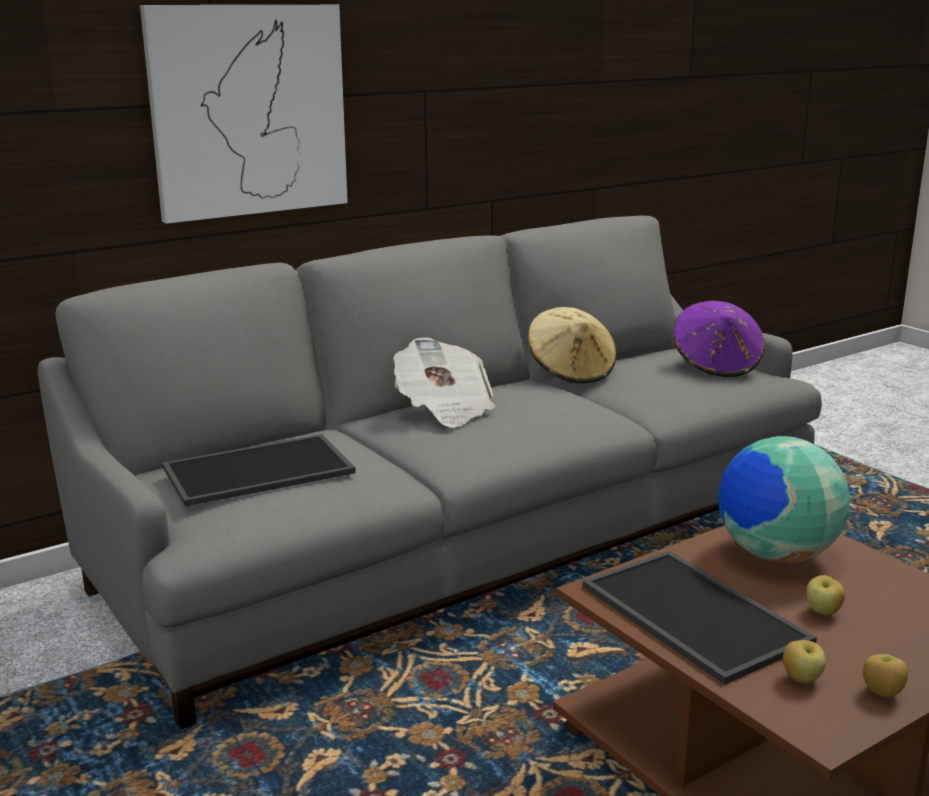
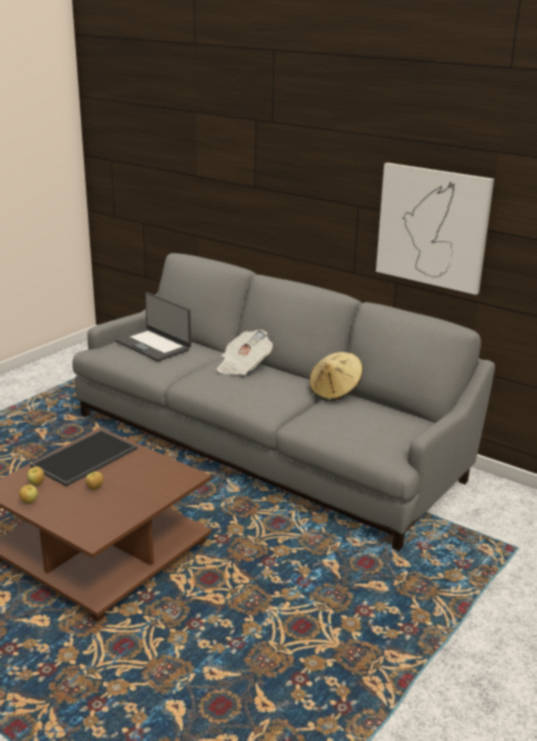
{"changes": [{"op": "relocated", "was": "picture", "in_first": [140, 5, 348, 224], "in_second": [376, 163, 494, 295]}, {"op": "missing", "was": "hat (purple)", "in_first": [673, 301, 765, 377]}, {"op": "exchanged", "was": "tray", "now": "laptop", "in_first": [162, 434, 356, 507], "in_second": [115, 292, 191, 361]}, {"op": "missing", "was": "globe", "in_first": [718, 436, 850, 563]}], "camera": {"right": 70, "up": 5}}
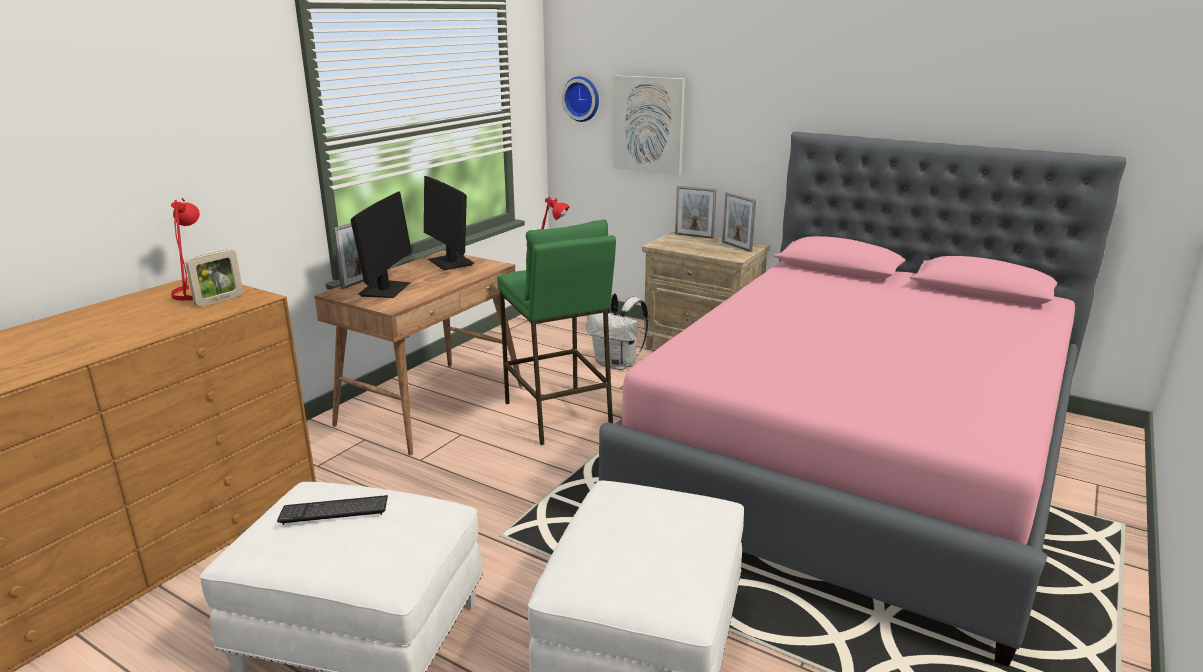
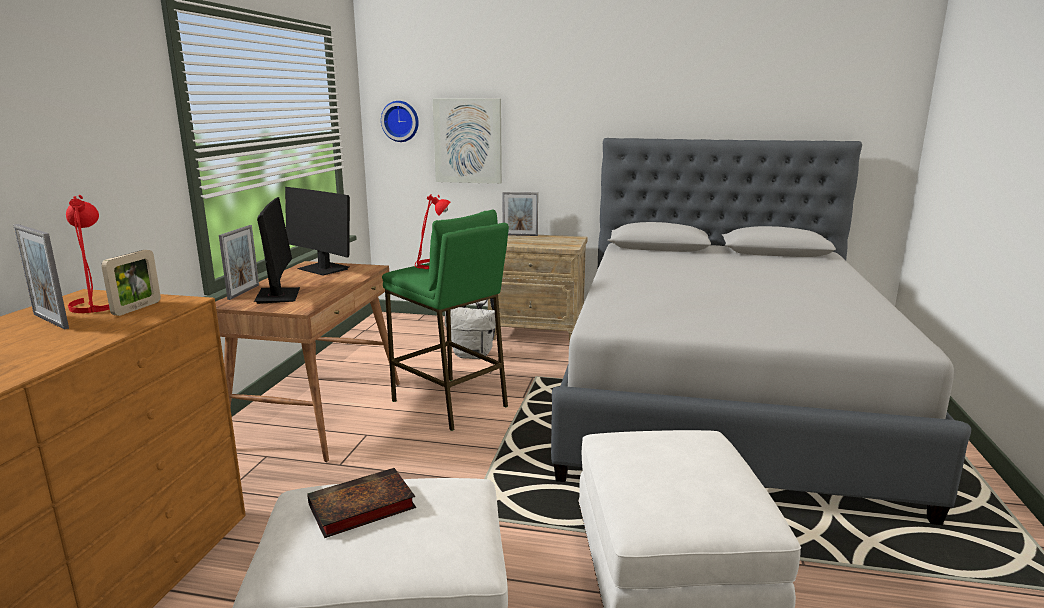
{"changes": [{"op": "colour", "was": "bed (pink)", "now": "bed (grey)", "in_first": [599, 132, 1126, 667], "in_second": [551, 138, 971, 525]}, {"op": "relocated", "was": "picture frame", "in_first": [722, 192, 756, 252], "in_second": [13, 224, 69, 330]}, {"op": "exchanged", "was": "keyboard", "now": "book", "in_first": [277, 495, 388, 525], "in_second": [307, 468, 416, 538]}], "camera": {"right": -20, "up": -5}}
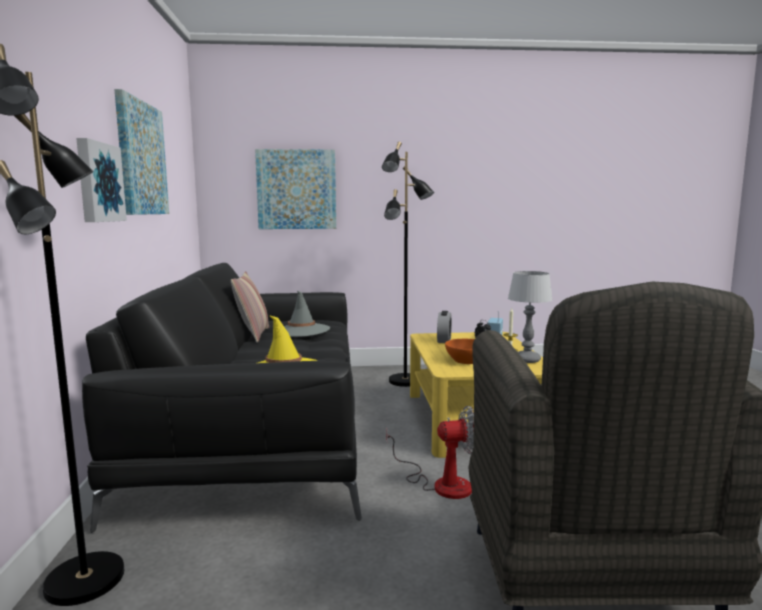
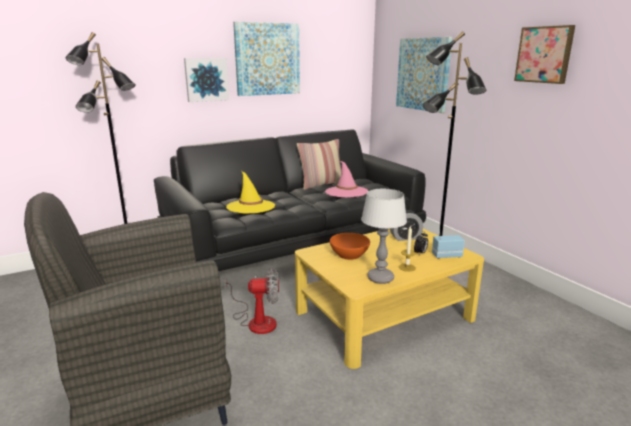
{"changes": [{"op": "colour", "was": "hat (grey)", "now": "hat (pink)", "in_first": [284, 291, 330, 337], "in_second": [325, 161, 368, 197]}, {"op": "spun", "was": "fan", "in_first": [386, 406, 474, 499], "in_second": [225, 268, 279, 334], "clockwise": -60}, {"op": "appeared", "now": "picture", "in_second": [514, 25, 575, 84]}], "camera": {"right": 65, "up": 10}}
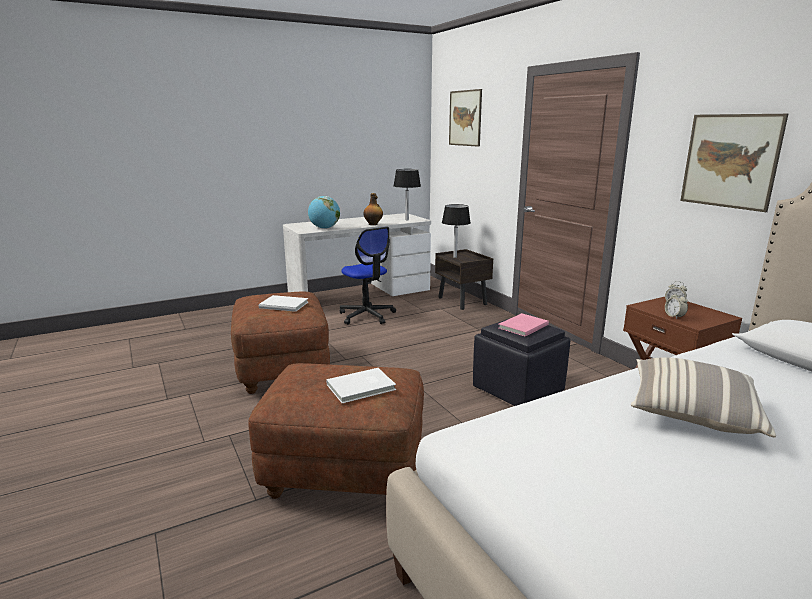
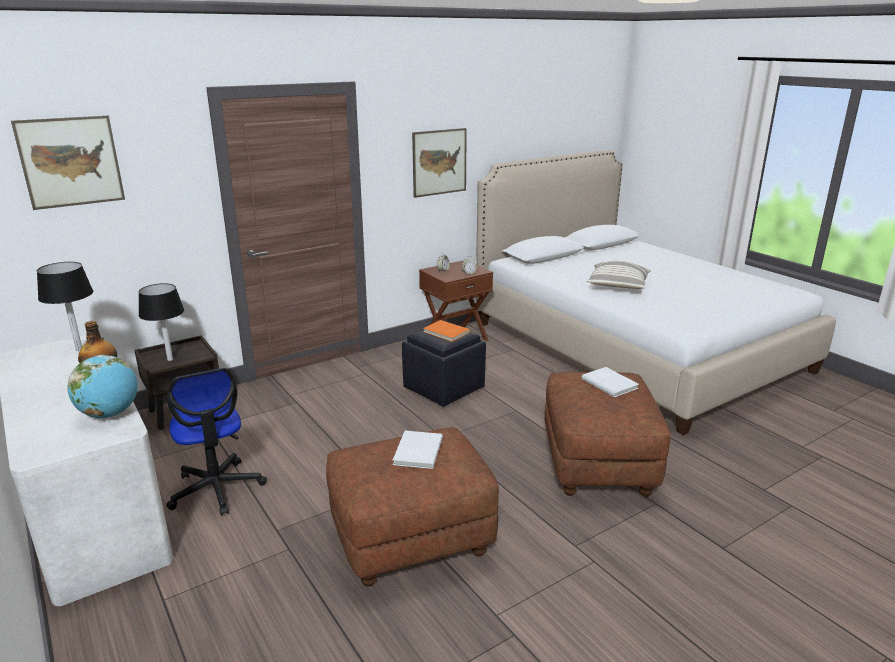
{"changes": [{"op": "spun", "was": "office chair", "in_first": [340, 227, 396, 324], "in_second": [166, 368, 267, 516], "clockwise": 105}, {"op": "colour", "was": "book (pink)", "now": "book (orange)", "in_first": [499, 313, 549, 337], "in_second": [423, 320, 470, 342]}], "camera": {"right": -95, "up": 5}}
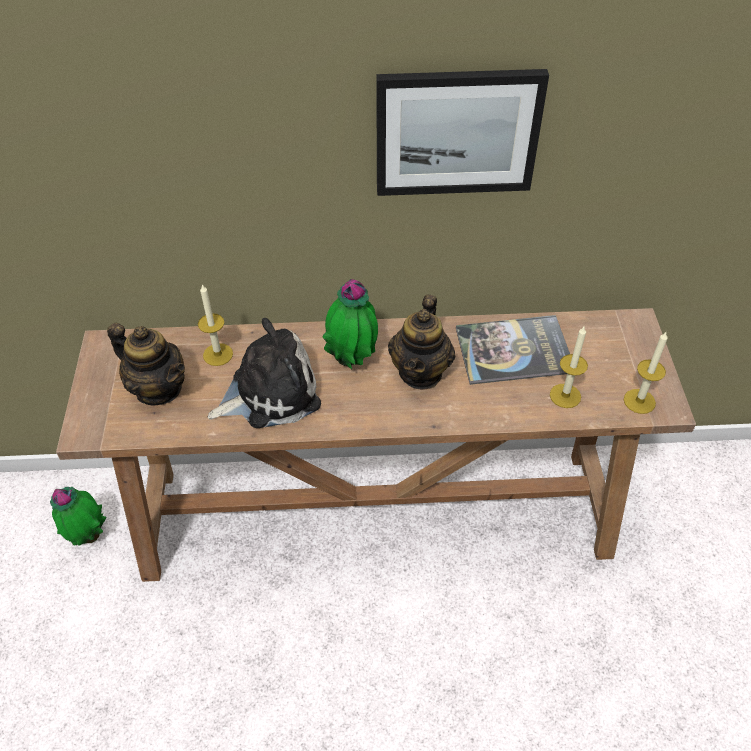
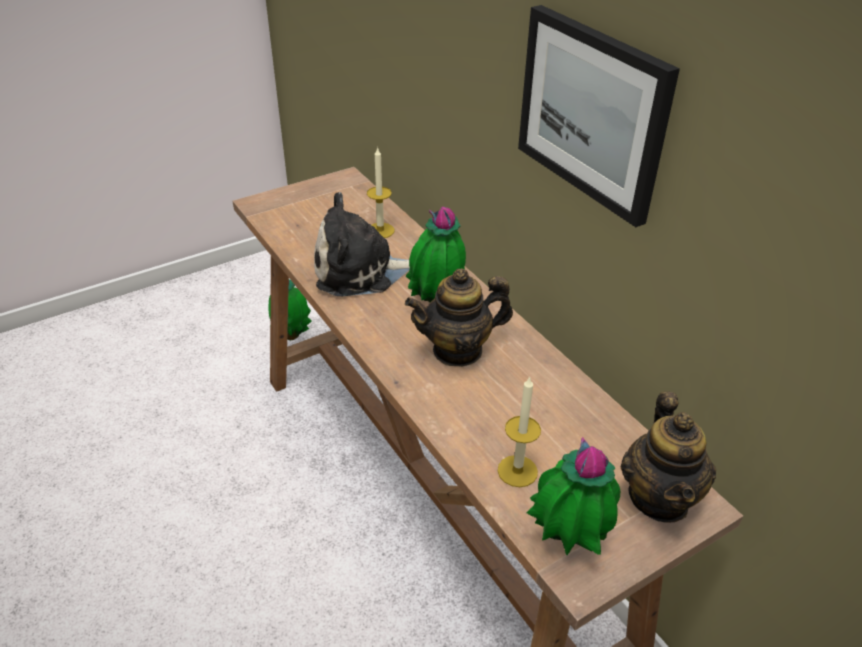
{"changes": [{"op": "missing", "was": "book", "in_first": [456, 315, 570, 385]}, {"op": "spun", "was": "plush toy", "in_first": [207, 318, 321, 428], "in_second": [314, 192, 410, 296], "clockwise": 135}, {"op": "relocated", "was": "teapot", "in_first": [107, 323, 185, 405], "in_second": [621, 391, 716, 523]}, {"op": "exchanged", "was": "candle", "now": "potted plant", "in_first": [624, 332, 668, 414], "in_second": [527, 437, 620, 555]}], "camera": {"right": 60, "up": -10}}
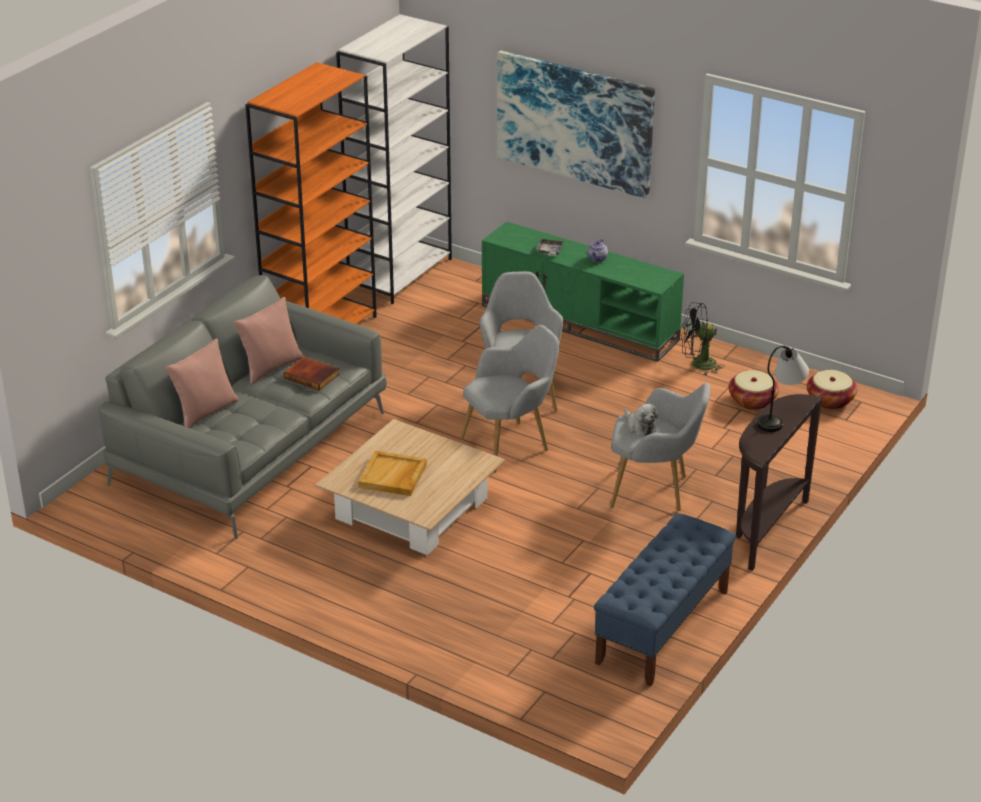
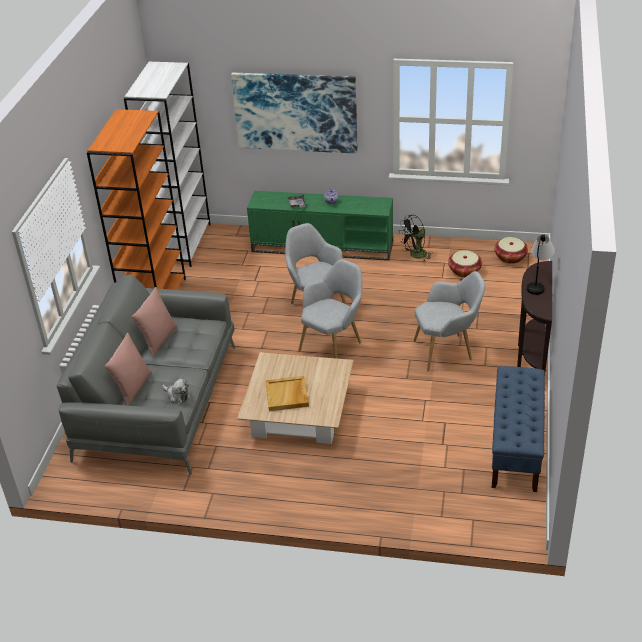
{"changes": [{"op": "missing", "was": "book", "in_first": [284, 357, 340, 391]}, {"op": "relocated", "was": "plush toy", "in_first": [624, 404, 658, 436], "in_second": [162, 379, 191, 403]}], "camera": {"right": -20, "up": 5}}
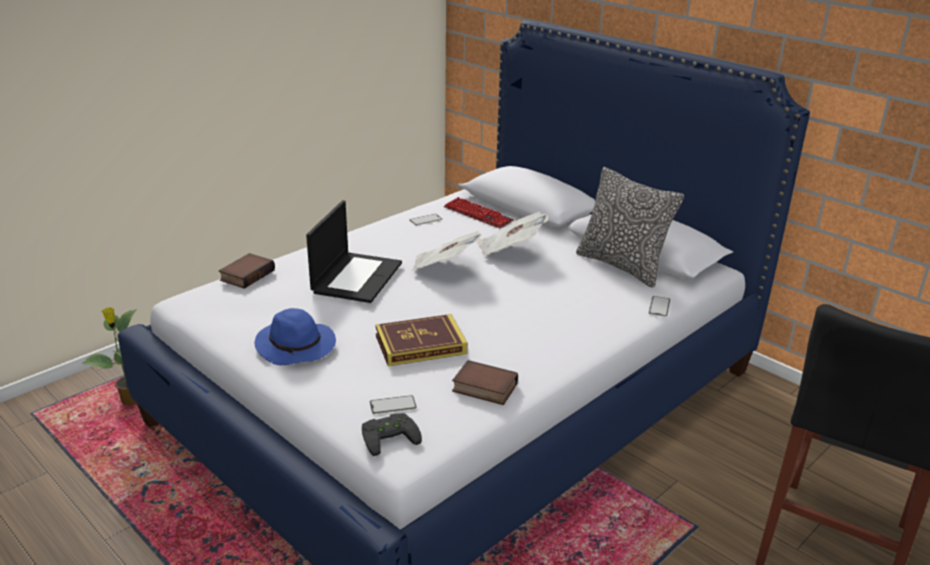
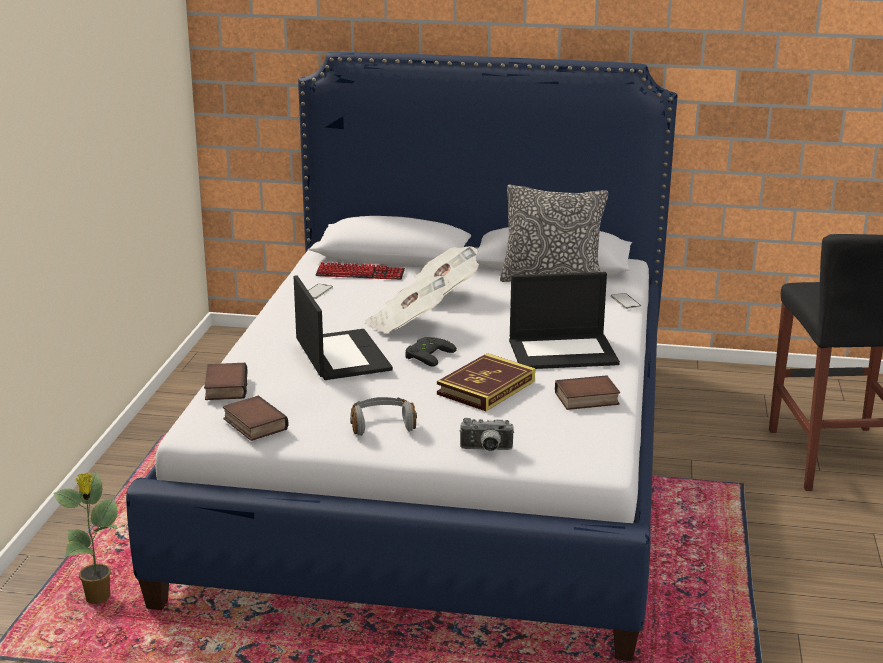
{"changes": [{"op": "exchanged", "was": "hat (blue)", "now": "headphones (grey)", "in_first": [254, 308, 336, 365], "in_second": [350, 397, 417, 436]}, {"op": "missing", "was": "phone", "in_first": [370, 395, 417, 414]}, {"op": "relocated", "was": "game controller (black)", "in_first": [362, 413, 422, 456], "in_second": [405, 337, 457, 367]}, {"op": "appeared", "now": "laptop", "in_second": [509, 272, 620, 369]}, {"op": "appeared", "now": "book", "in_second": [223, 395, 289, 441]}, {"op": "appeared", "now": "photo camera", "in_second": [460, 418, 514, 451]}], "camera": {"right": -35, "up": -5}}
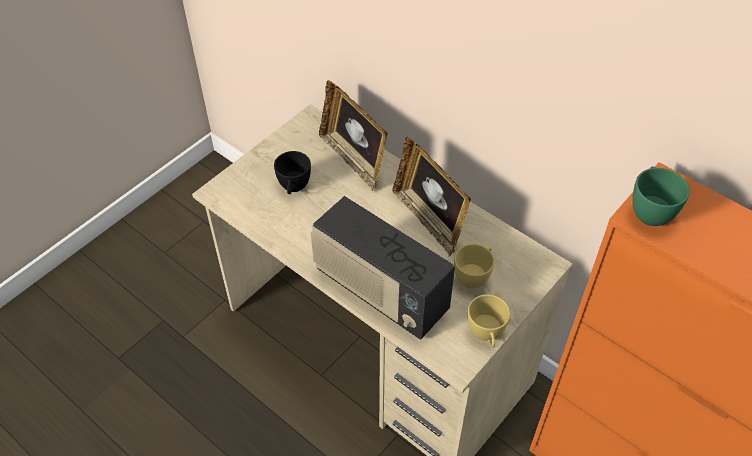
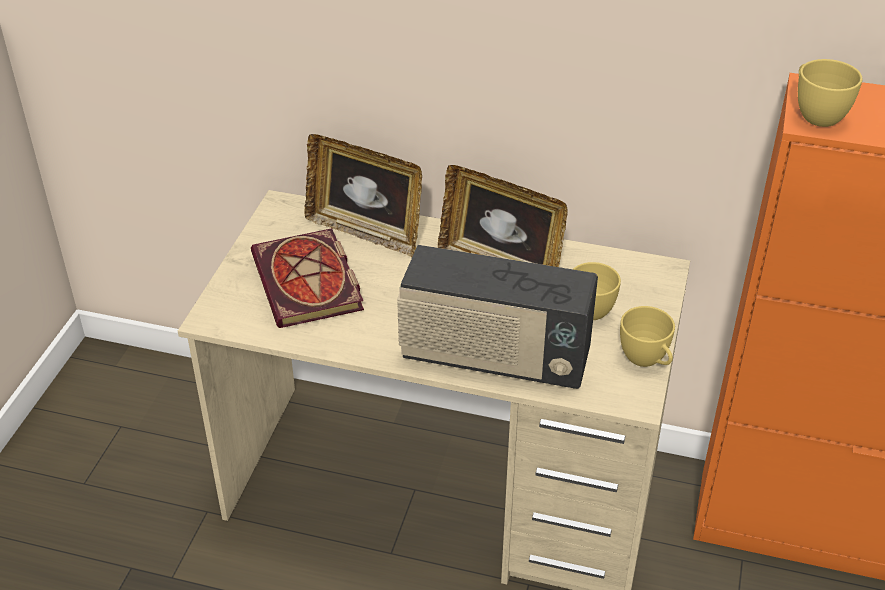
{"changes": [{"op": "exchanged", "was": "cup (black)", "now": "book", "in_first": [274, 151, 311, 194], "in_second": [251, 228, 364, 328]}, {"op": "colour", "was": "cup (green)", "now": "cup (yellow)", "in_first": [632, 166, 690, 226], "in_second": [798, 59, 863, 127]}], "camera": {"right": -25, "up": -10}}
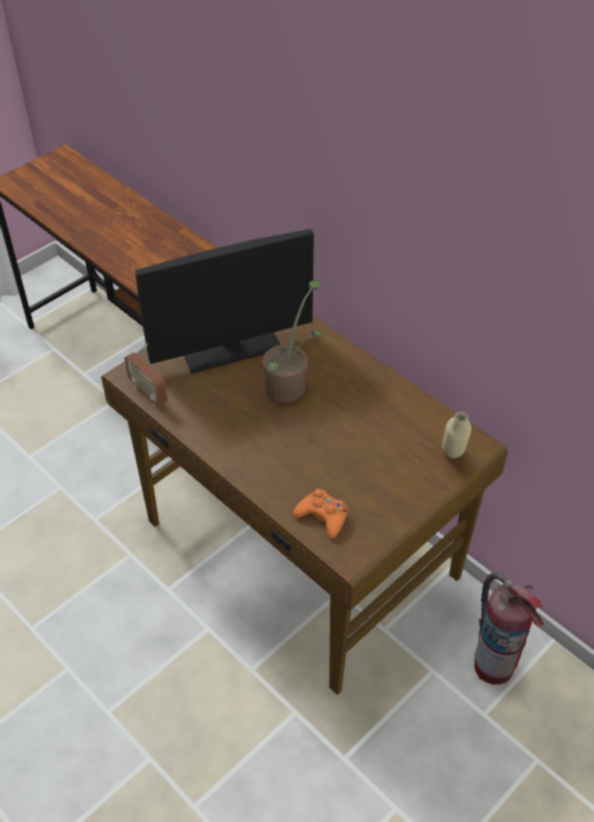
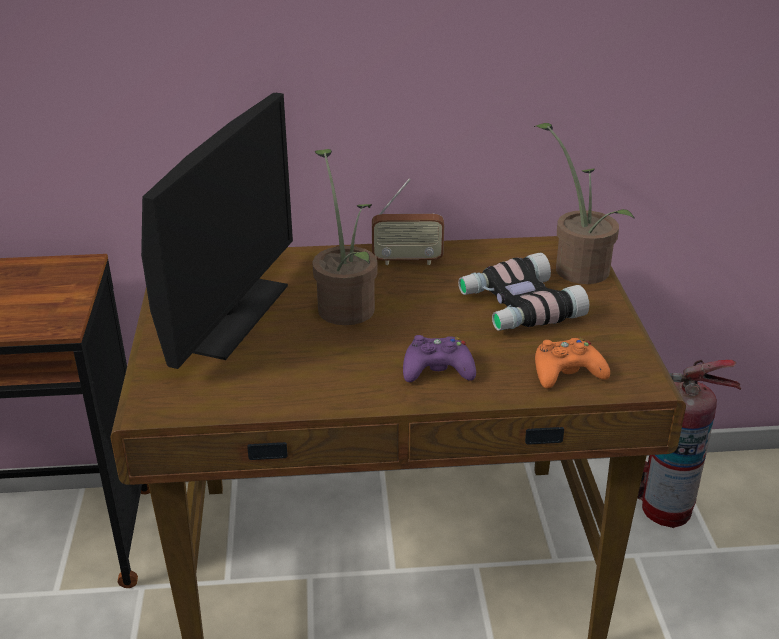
{"changes": [{"op": "relocated", "was": "radio", "in_first": [125, 343, 167, 406], "in_second": [372, 178, 444, 265]}, {"op": "exchanged", "was": "bottle (beige)", "now": "potted plant", "in_first": [442, 412, 471, 459], "in_second": [534, 123, 635, 284]}, {"op": "appeared", "now": "binoculars", "in_second": [458, 253, 589, 331]}, {"op": "appeared", "now": "game controller (purple)", "in_second": [403, 335, 476, 382]}], "camera": {"right": -50, "up": -15}}
